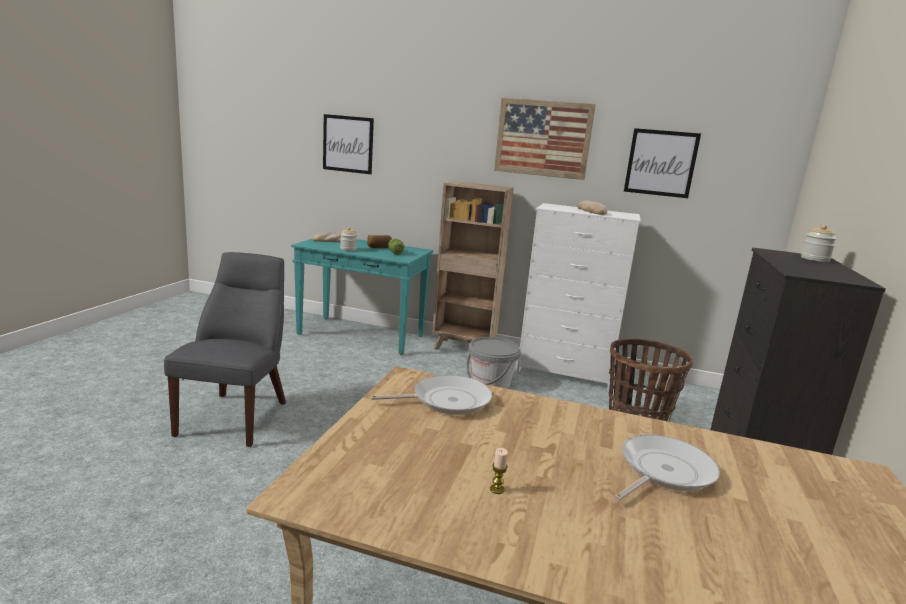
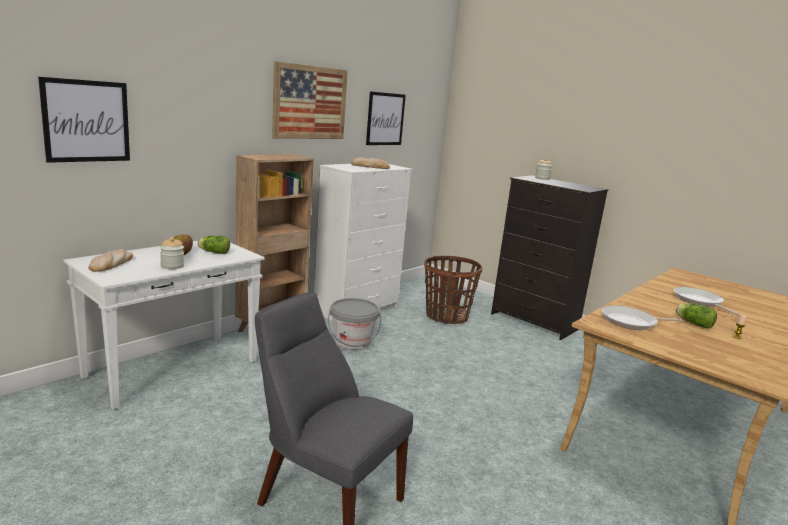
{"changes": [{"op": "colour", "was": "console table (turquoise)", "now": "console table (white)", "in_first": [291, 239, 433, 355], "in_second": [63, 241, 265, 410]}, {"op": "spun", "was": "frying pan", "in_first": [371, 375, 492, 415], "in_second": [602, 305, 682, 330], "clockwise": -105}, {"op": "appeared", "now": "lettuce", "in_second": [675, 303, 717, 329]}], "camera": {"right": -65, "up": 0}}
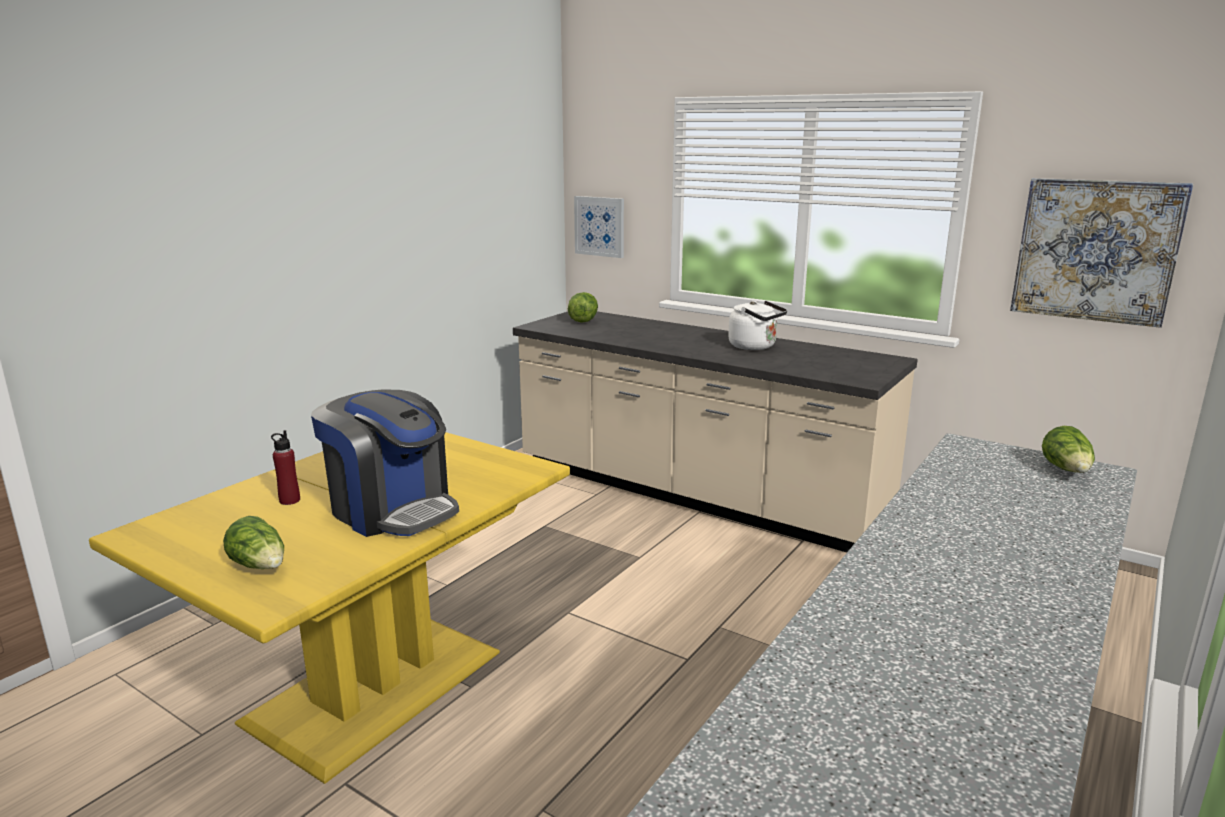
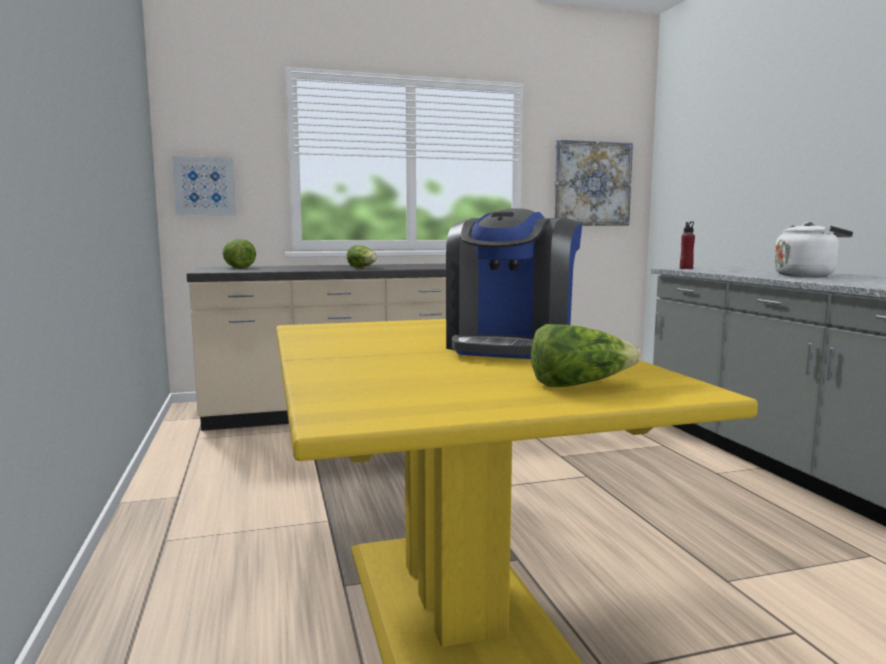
{"changes": [{"op": "relocated", "was": "kettle (white)", "in_first": [728, 301, 787, 350], "in_second": [774, 222, 853, 277]}, {"op": "spun", "was": "coffee machine", "in_first": [311, 389, 459, 537], "in_second": [446, 208, 583, 359], "clockwise": 120}, {"op": "relocated", "was": "lettuce", "in_first": [1042, 426, 1095, 473], "in_second": [347, 245, 377, 268]}, {"op": "relocated", "was": "bottle (red)", "in_first": [271, 430, 300, 505], "in_second": [680, 222, 695, 269]}], "camera": {"right": -50, "up": -10}}
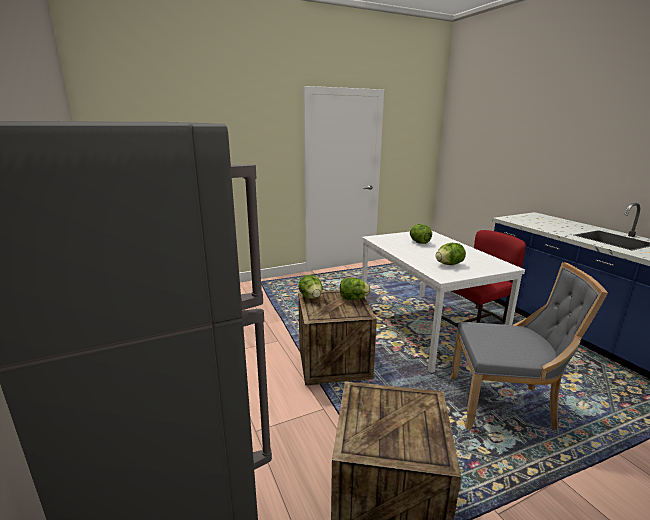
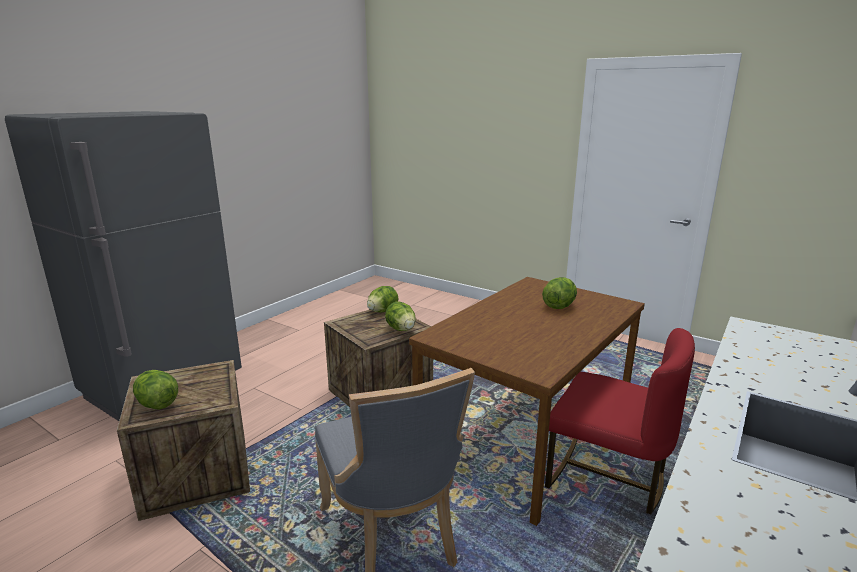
{"changes": [{"op": "colour", "was": "dining table (white)", "now": "dining table (brown)", "in_first": [362, 230, 525, 373], "in_second": [409, 277, 645, 526]}, {"op": "relocated", "was": "lettuce", "in_first": [436, 243, 466, 265], "in_second": [133, 370, 178, 410]}], "camera": {"right": 60, "up": 0}}
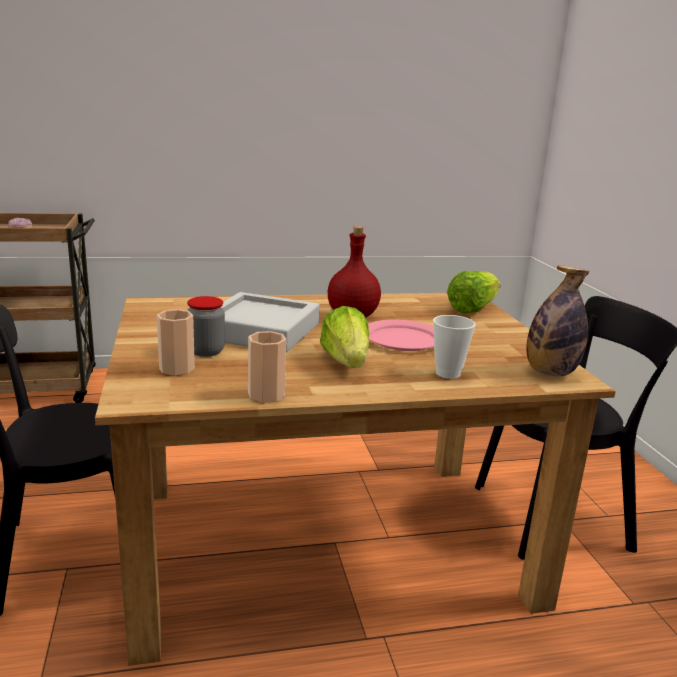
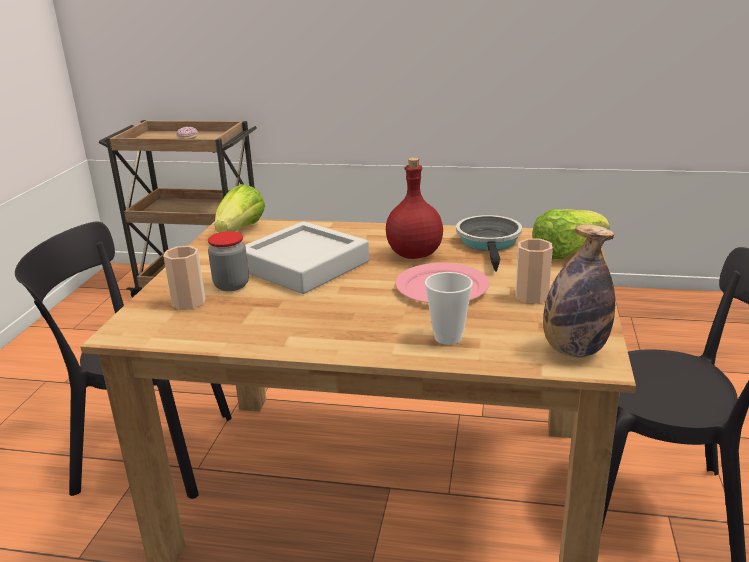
{"changes": [{"op": "relocated", "was": "lettuce", "in_first": [320, 306, 369, 368], "in_second": [215, 184, 265, 233]}, {"op": "relocated", "was": "cup", "in_first": [248, 331, 286, 403], "in_second": [515, 238, 553, 304]}, {"op": "appeared", "now": "frying pan", "in_second": [456, 215, 522, 271]}], "camera": {"right": 25, "up": 5}}
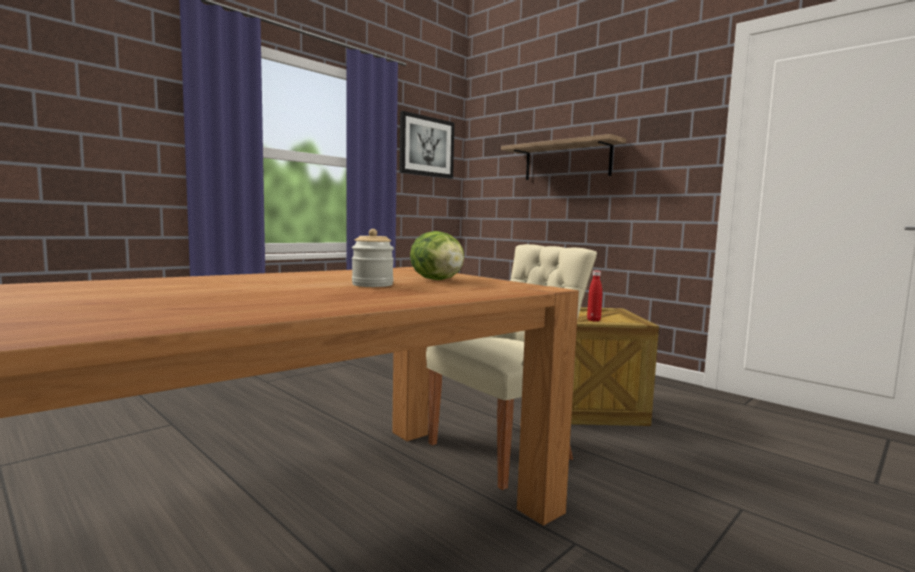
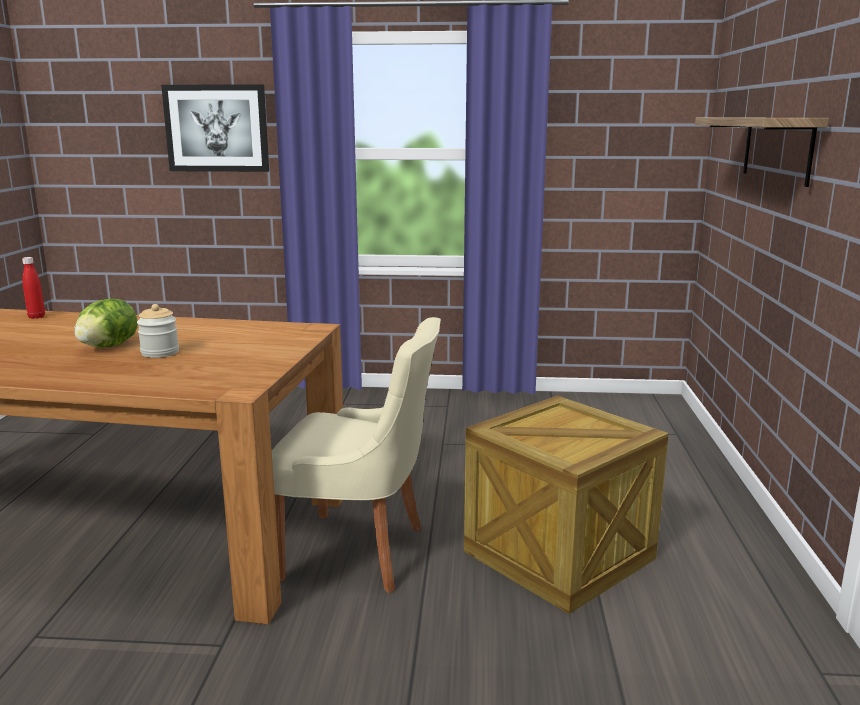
{"changes": [{"op": "relocated", "was": "picture", "in_first": [399, 111, 455, 179], "in_second": [161, 84, 269, 172]}, {"op": "relocated", "was": "lettuce", "in_first": [410, 231, 464, 280], "in_second": [74, 299, 138, 348]}, {"op": "relocated", "was": "bottle (red)", "in_first": [587, 271, 602, 321], "in_second": [22, 257, 45, 319]}], "camera": {"right": 50, "up": 10}}
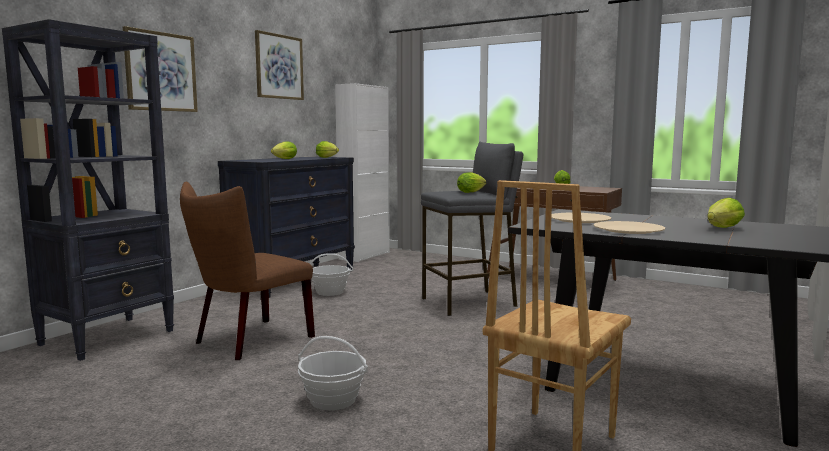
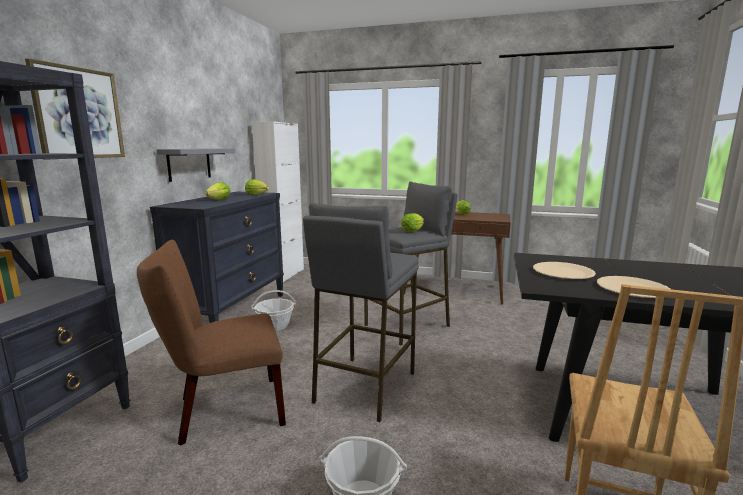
{"changes": [{"op": "missing", "was": "picture", "in_first": [255, 30, 304, 100]}, {"op": "spun", "was": "chair (brown)", "in_first": [180, 182, 315, 360], "in_second": [137, 240, 286, 446], "clockwise": 45}, {"op": "missing", "was": "lettuce", "in_first": [707, 198, 745, 228]}, {"op": "appeared", "now": "shelf (grey)", "in_second": [156, 148, 235, 182]}, {"op": "appeared", "now": "stool (grey)", "in_second": [303, 203, 419, 422]}], "camera": {"right": -15, "up": 5}}
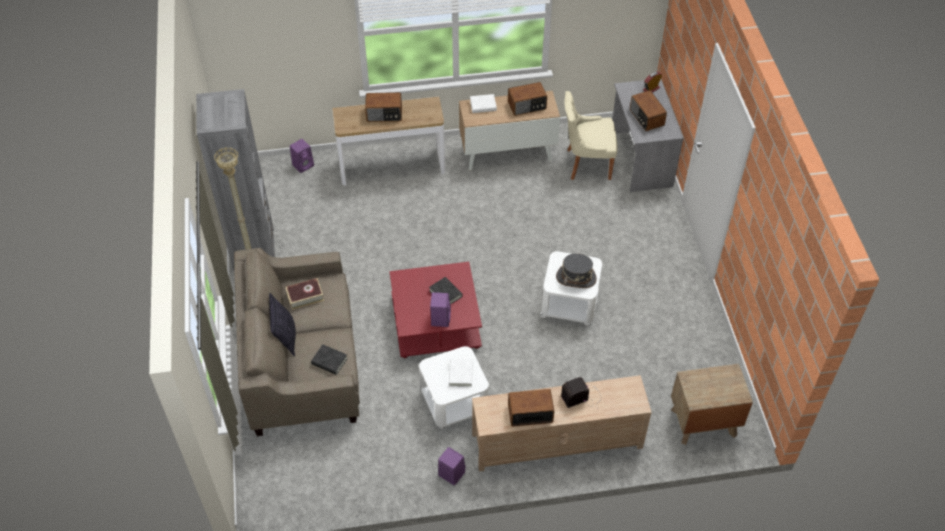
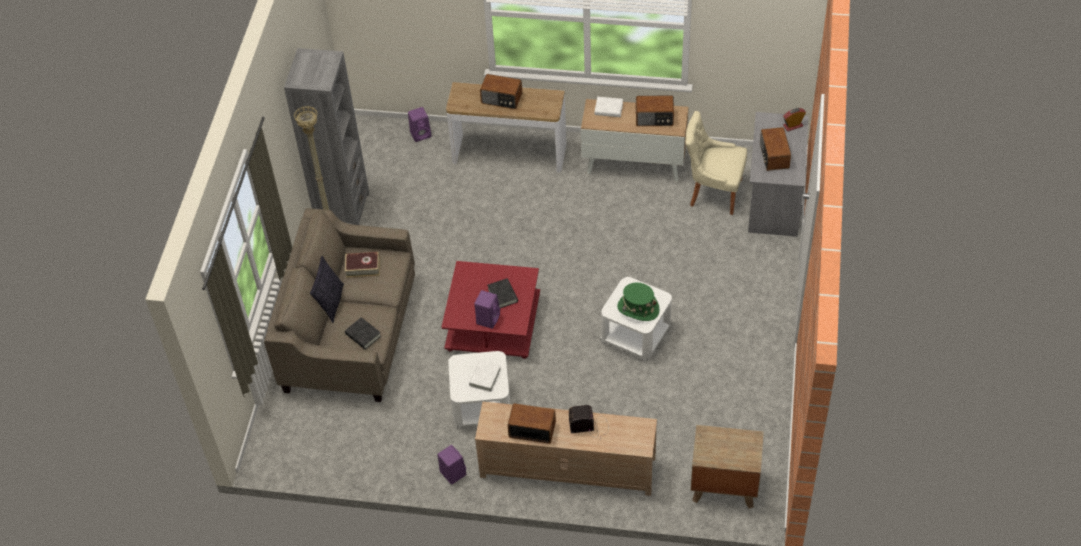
{"changes": [{"op": "colour", "was": "hat (grey)", "now": "hat (green)", "in_first": [556, 253, 597, 288], "in_second": [617, 283, 659, 321]}], "camera": {"right": 20, "up": 0}}
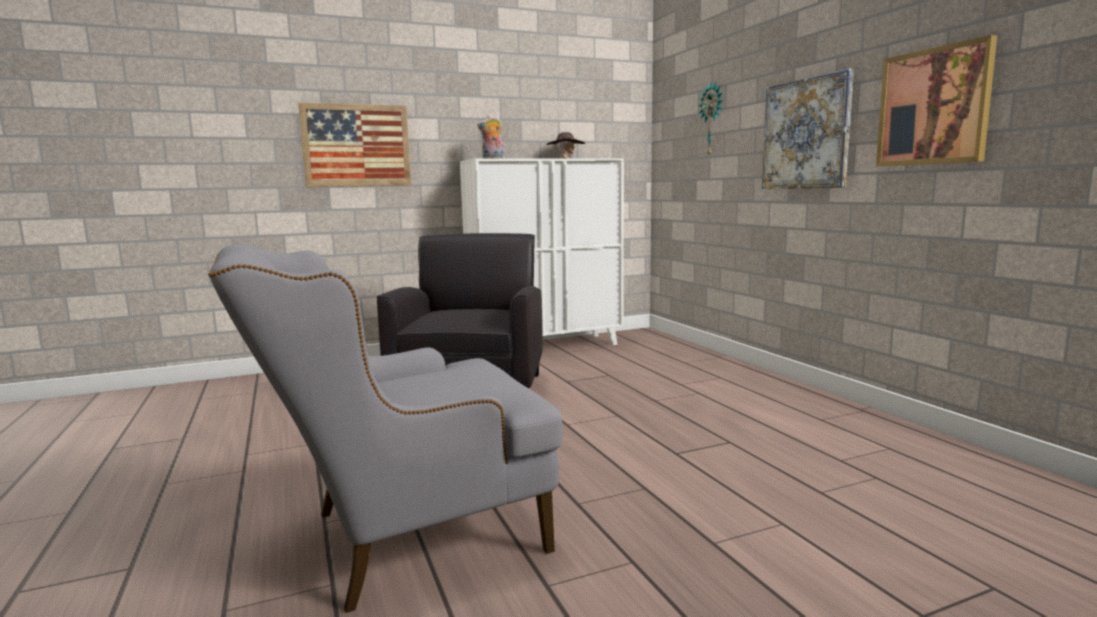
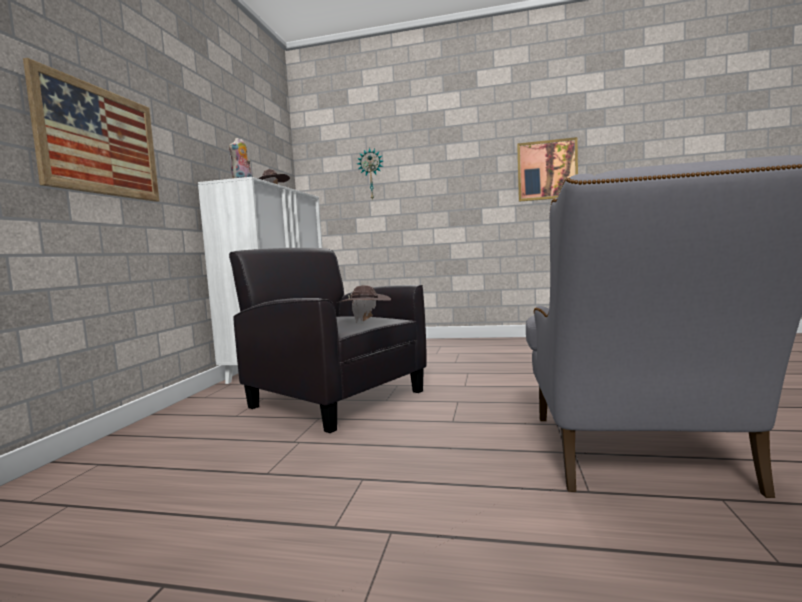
{"changes": [{"op": "missing", "was": "picture", "in_first": [762, 69, 854, 189]}, {"op": "appeared", "now": "hat (brown)", "in_second": [339, 285, 391, 323]}], "camera": {"right": -55, "up": -5}}
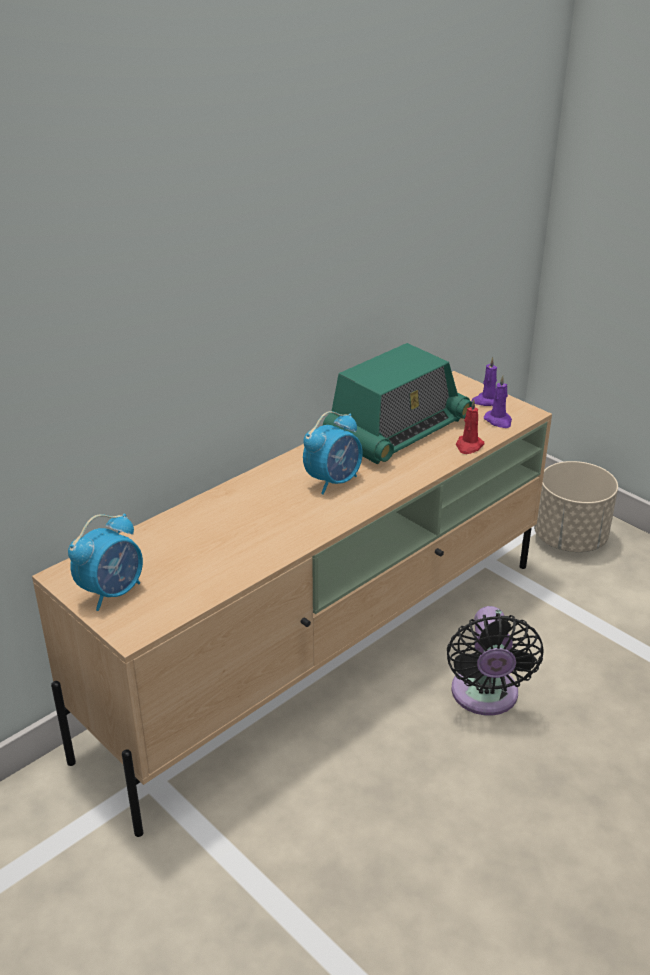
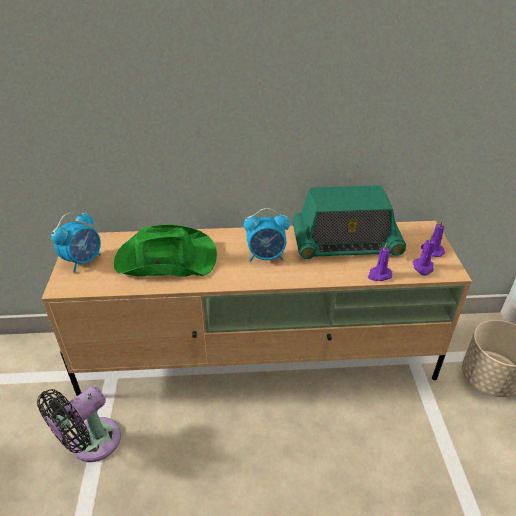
{"changes": [{"op": "colour", "was": "candle (red)", "now": "candle (purple)", "in_first": [456, 399, 485, 454], "in_second": [368, 242, 392, 281]}, {"op": "spun", "was": "alarm clock", "in_first": [68, 514, 143, 611], "in_second": [51, 212, 101, 273], "clockwise": -45}, {"op": "relocated", "was": "fan (black)", "in_first": [447, 606, 544, 716], "in_second": [37, 386, 121, 462]}, {"op": "appeared", "now": "hat (green)", "in_second": [114, 225, 217, 277]}], "camera": {"right": 40, "up": 5}}
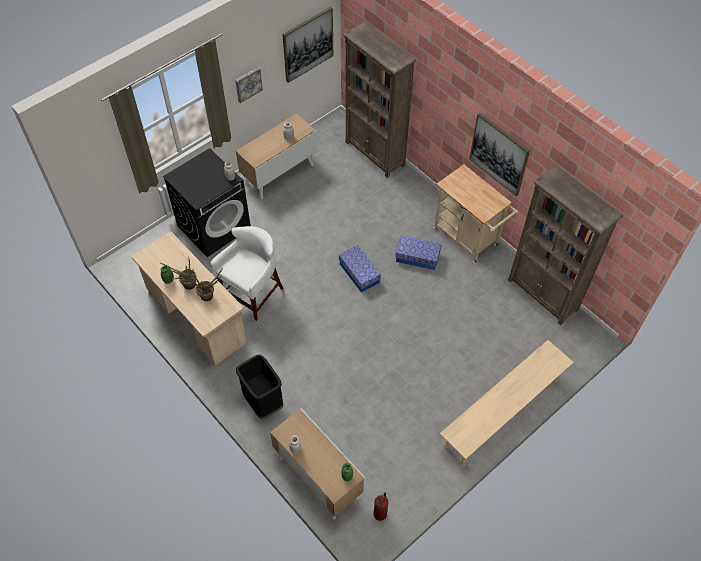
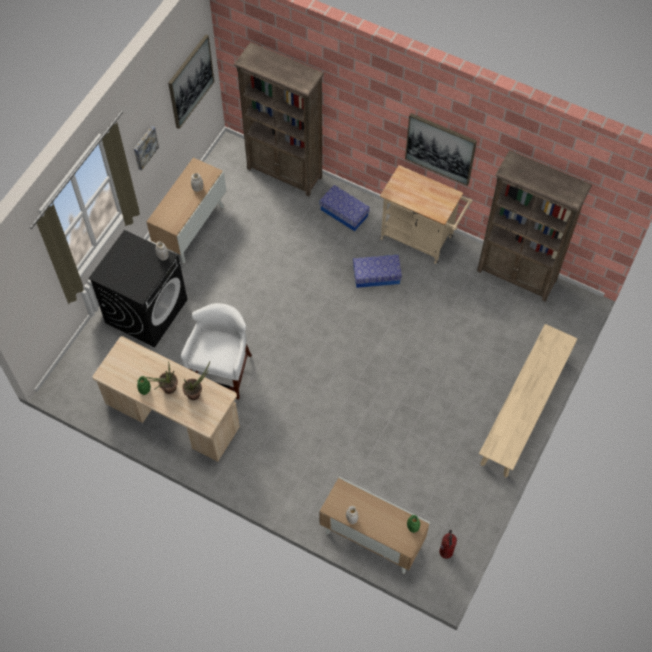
{"changes": [{"op": "relocated", "was": "storage box", "in_first": [339, 245, 381, 293], "in_second": [320, 185, 370, 231]}, {"op": "missing", "was": "trash can (black)", "in_first": [236, 354, 283, 419]}], "camera": {"right": -20, "up": 5}}
